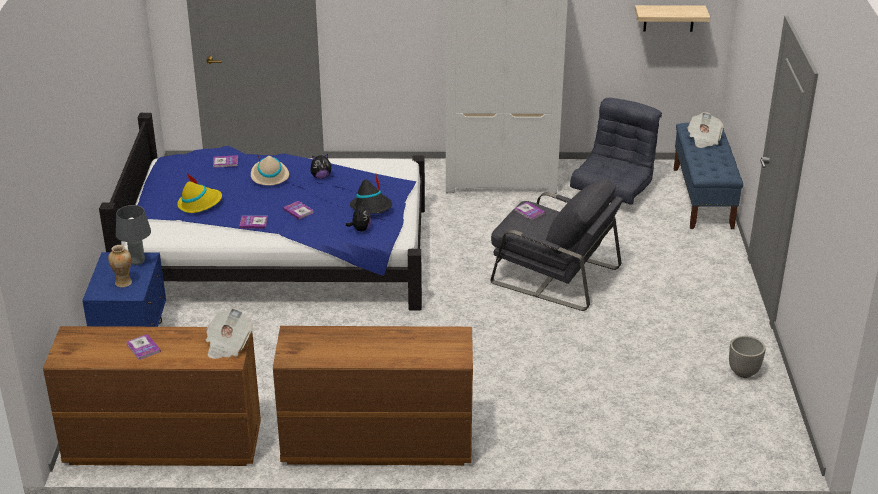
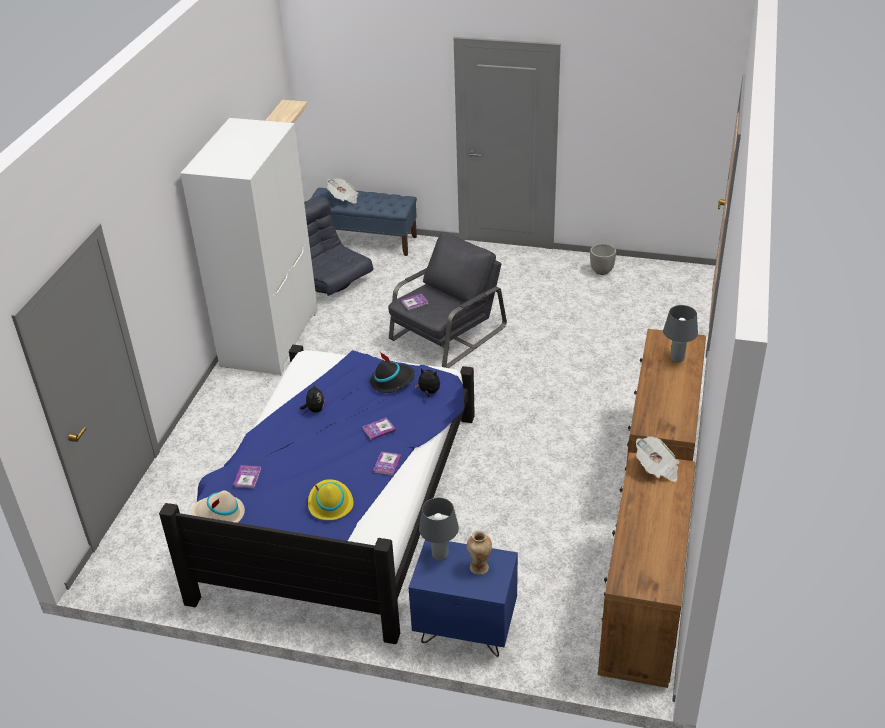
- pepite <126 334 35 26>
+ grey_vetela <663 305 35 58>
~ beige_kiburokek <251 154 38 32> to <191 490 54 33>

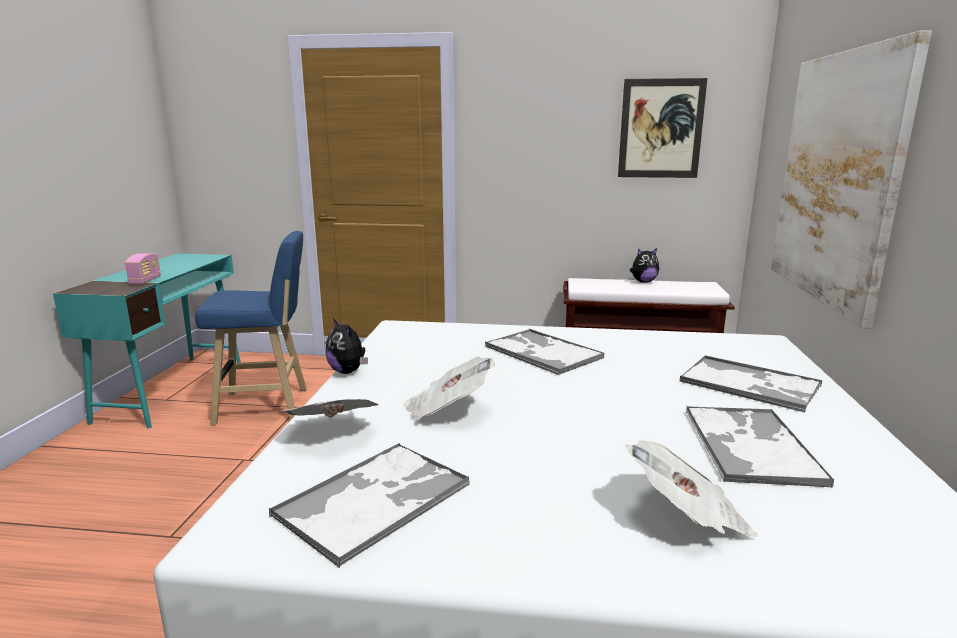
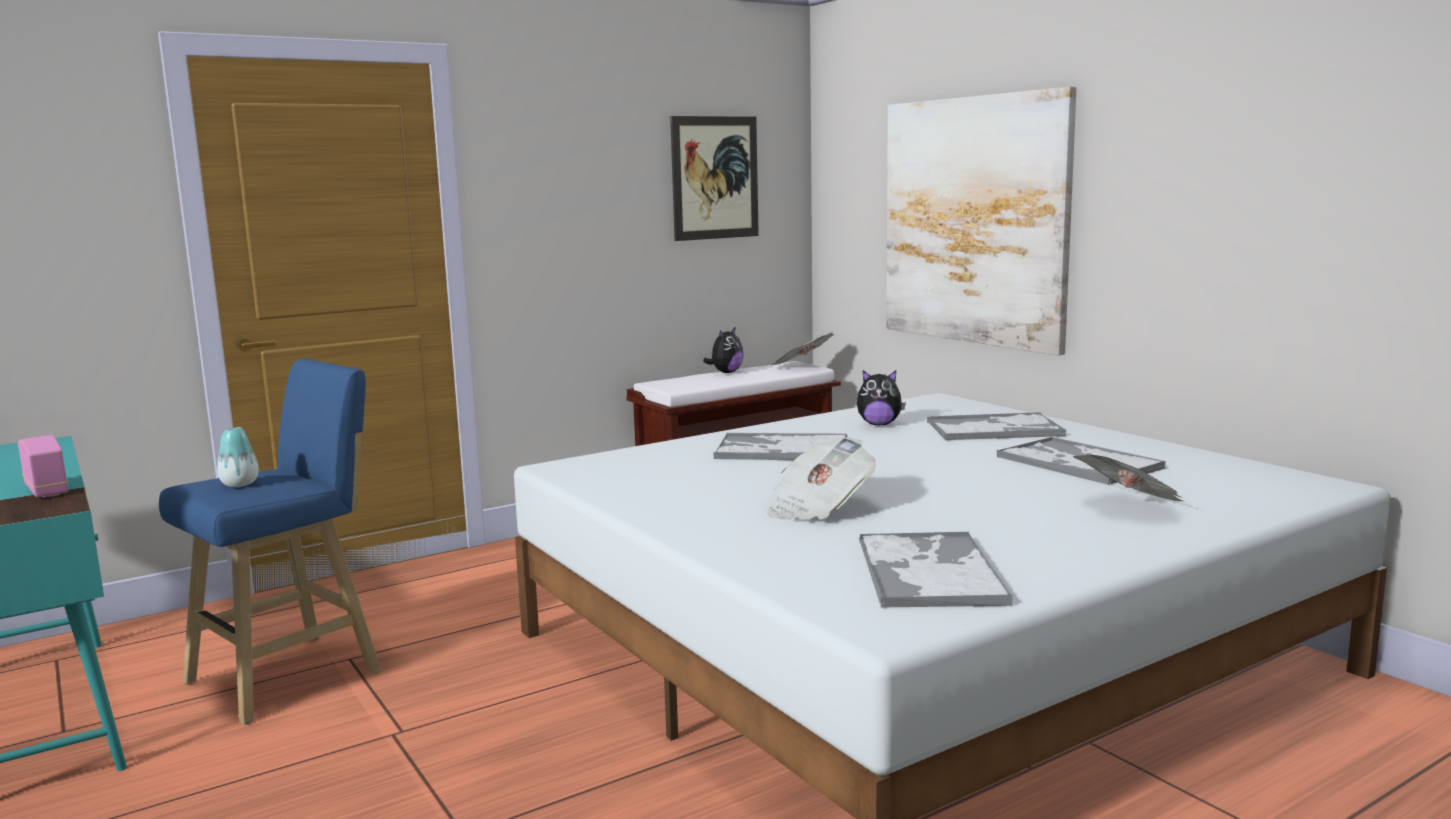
+ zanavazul <217 427 42 60>
~ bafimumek <281 399 97 18> to <771 332 63 33>
~ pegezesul <326 318 42 56> to <857 370 49 55>

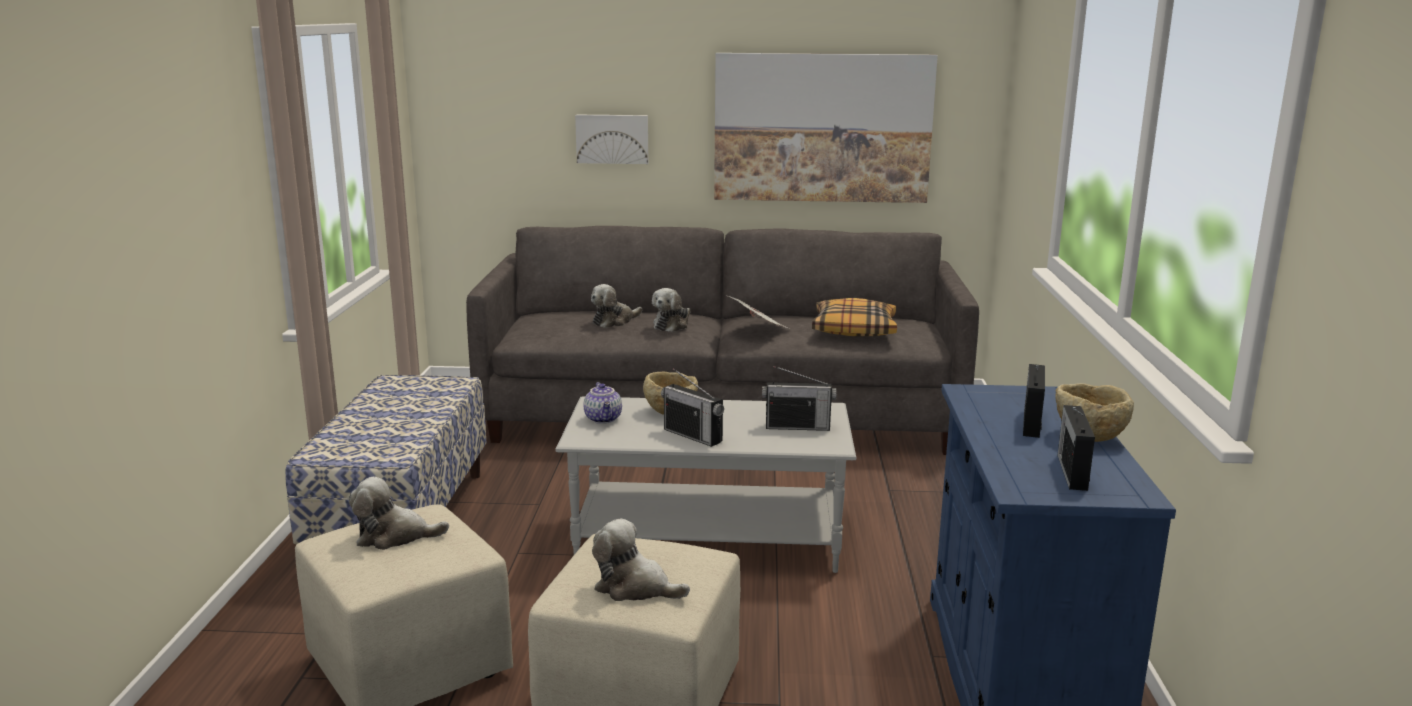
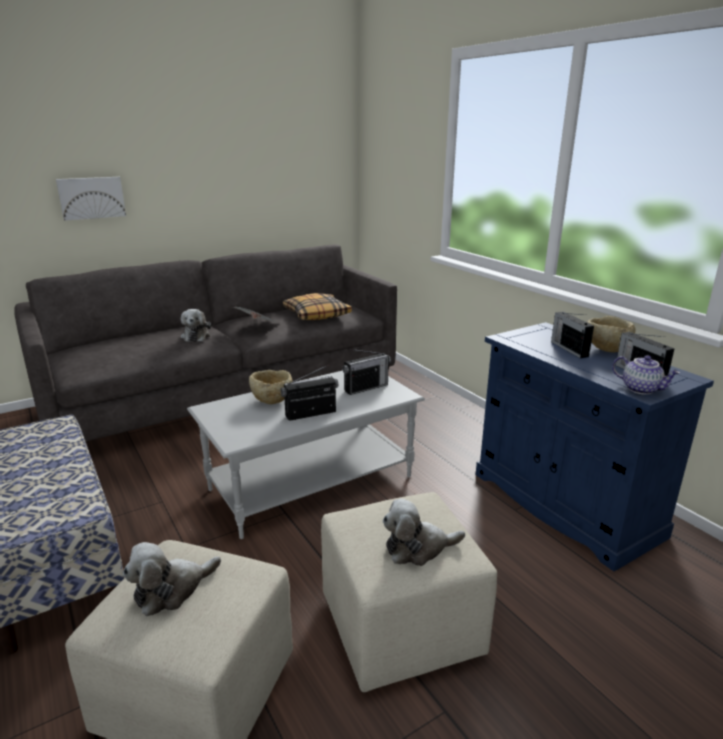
- pegezesul <591 284 51 44>
- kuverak <714 53 224 150>
~ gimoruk <584 382 38 42> to <612 355 68 40>
~ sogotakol <661 368 63 79> = <281 365 57 56> 150 degrees clockwise

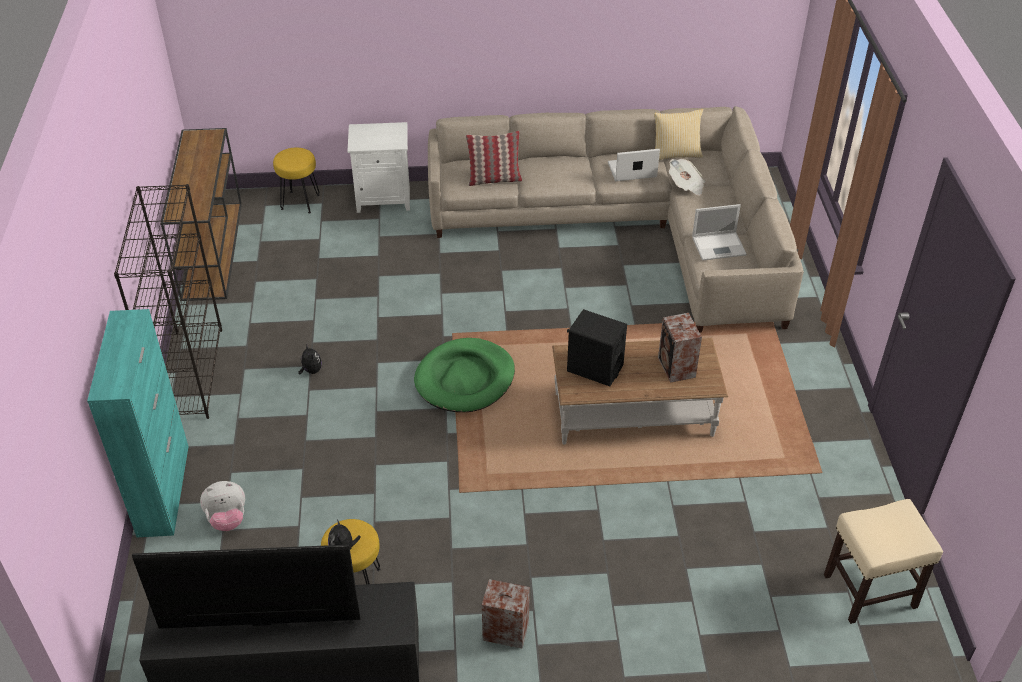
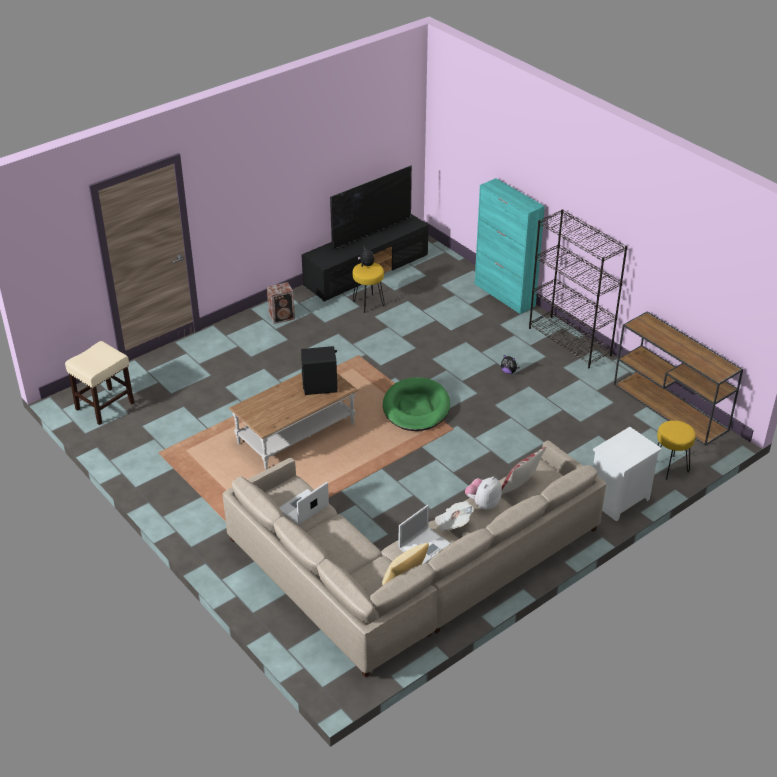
- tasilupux <658 313 44 70>
~ pegezesul <200 481 45 50> to <465 476 37 34>
~ bafimumek <669 159 36 37> to <435 501 39 31>

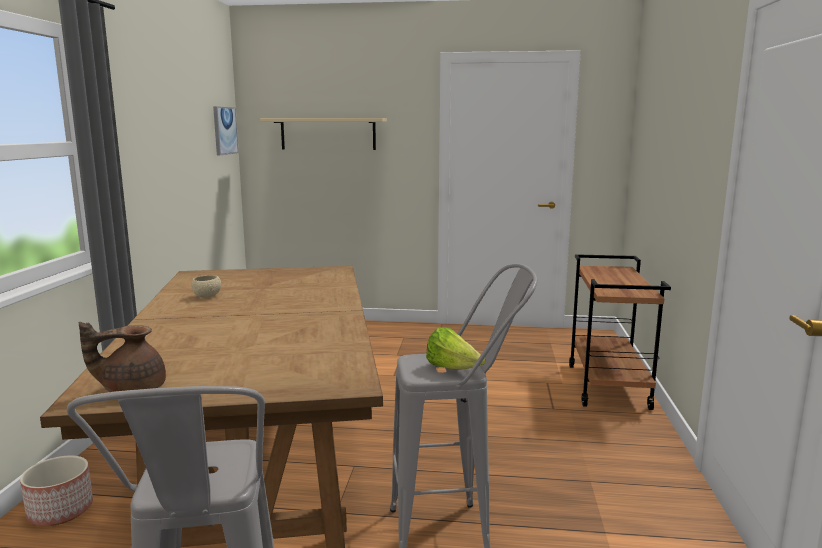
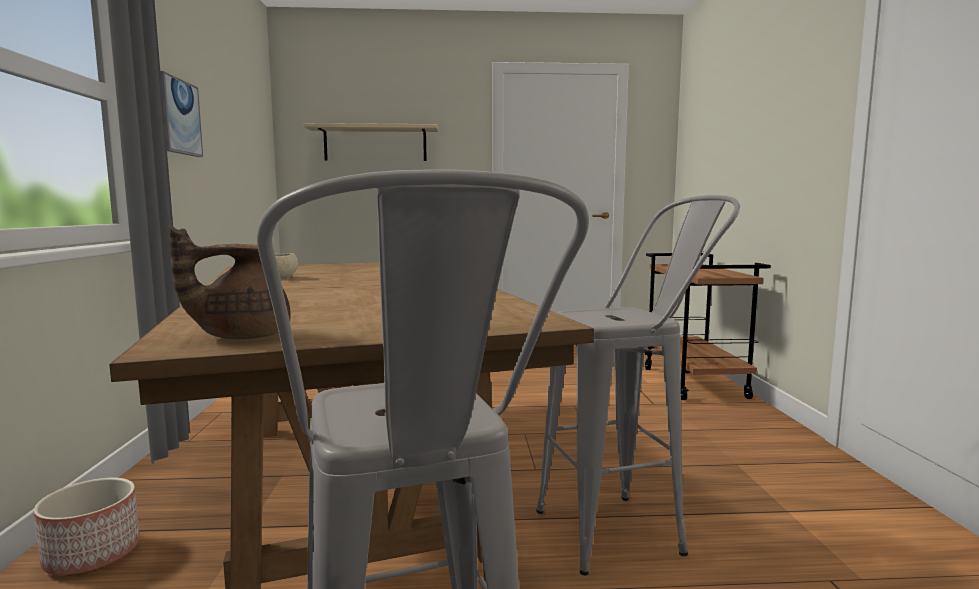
- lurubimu <426 328 59 42>
~ kuverak <213 106 25 49> to <160 71 43 86>

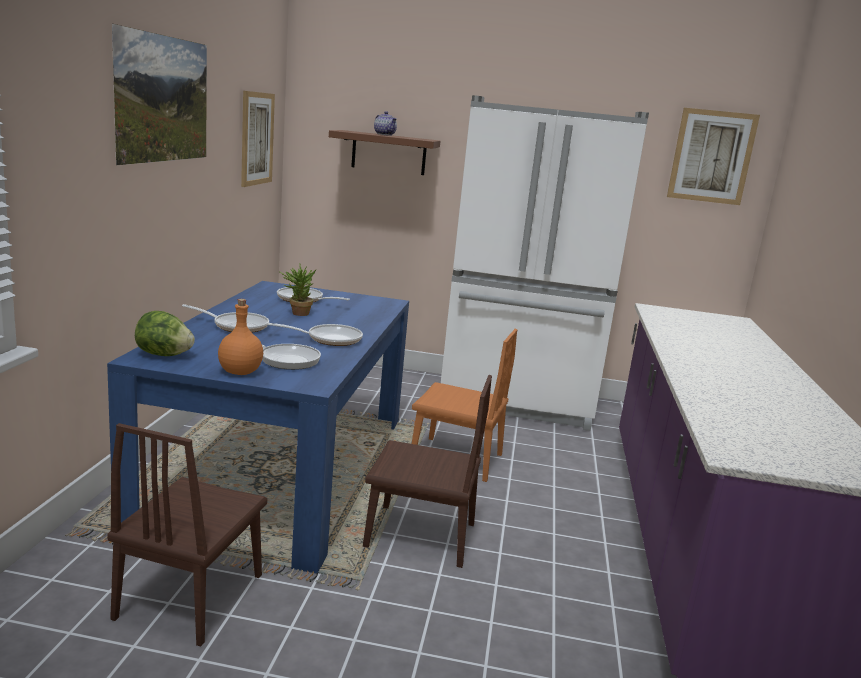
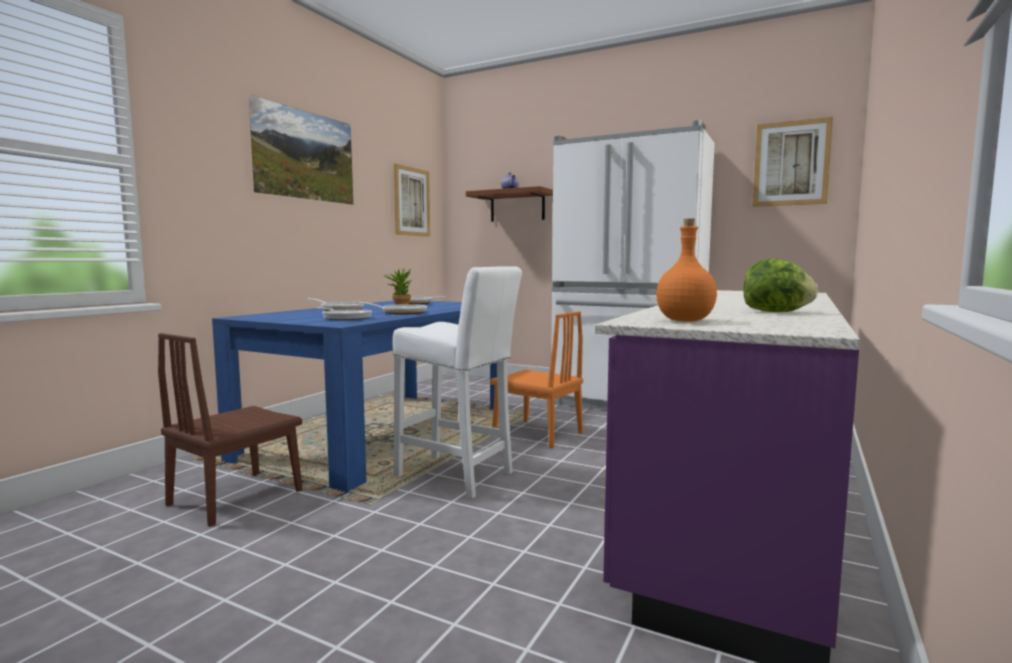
~ lurubimu <135 311 60 45> to <743 258 75 54>
~ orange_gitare <218 299 45 76> to <656 218 61 104>
~ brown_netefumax <363 375 129 193> to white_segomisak <392 266 130 233>

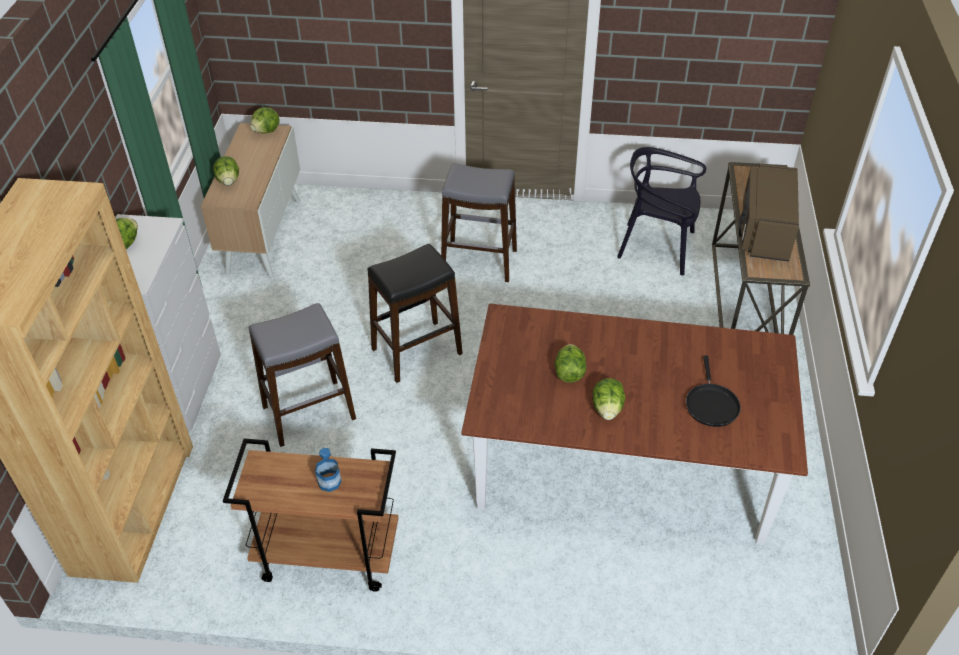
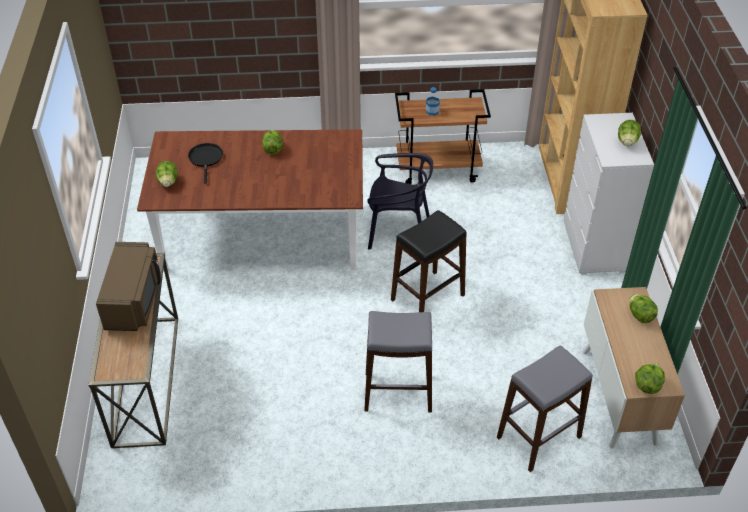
~ grey_segomisak <248 303 108 144> to <497 345 96 127>
~ lurubimu <554 344 33 39> to <156 161 22 26>
~ black_netefumax <617 147 89 129> to <367 153 66 96>

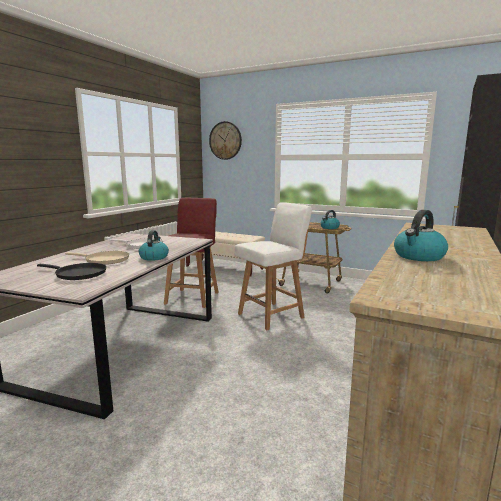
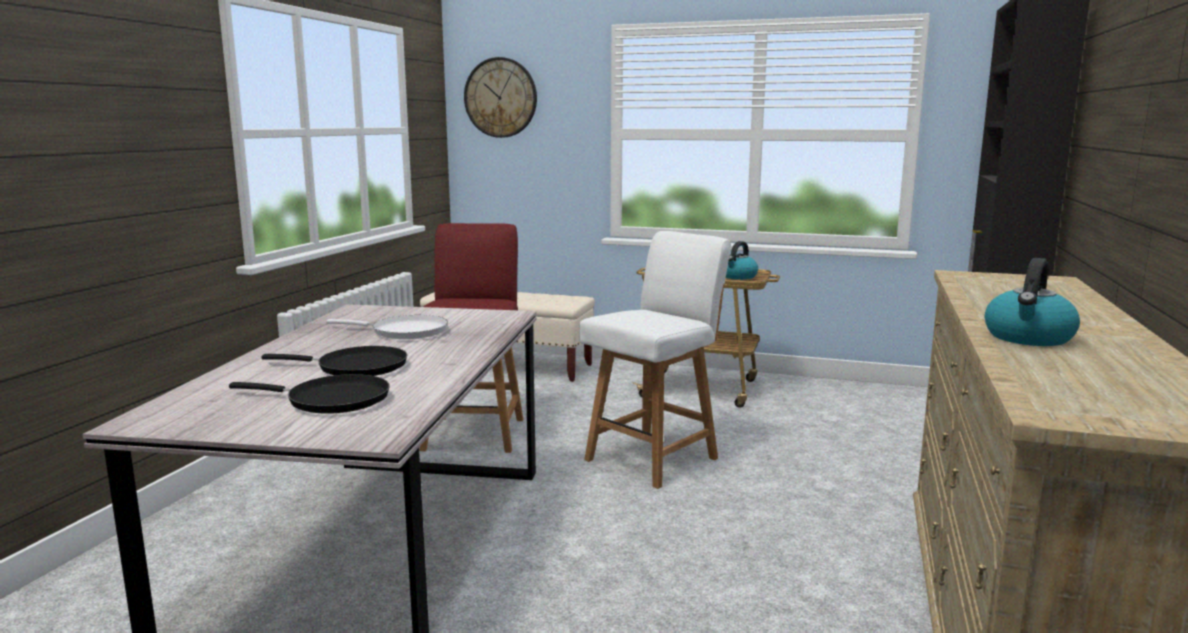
- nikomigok <139 230 30 31>
~ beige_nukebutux <65 251 64 14> to black_nukebutux <261 346 146 30>

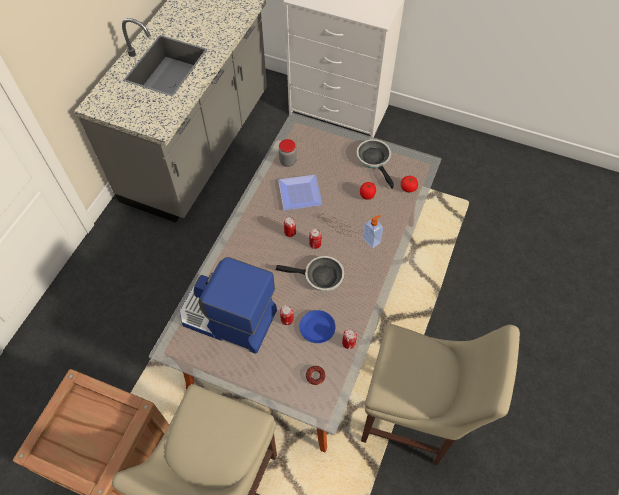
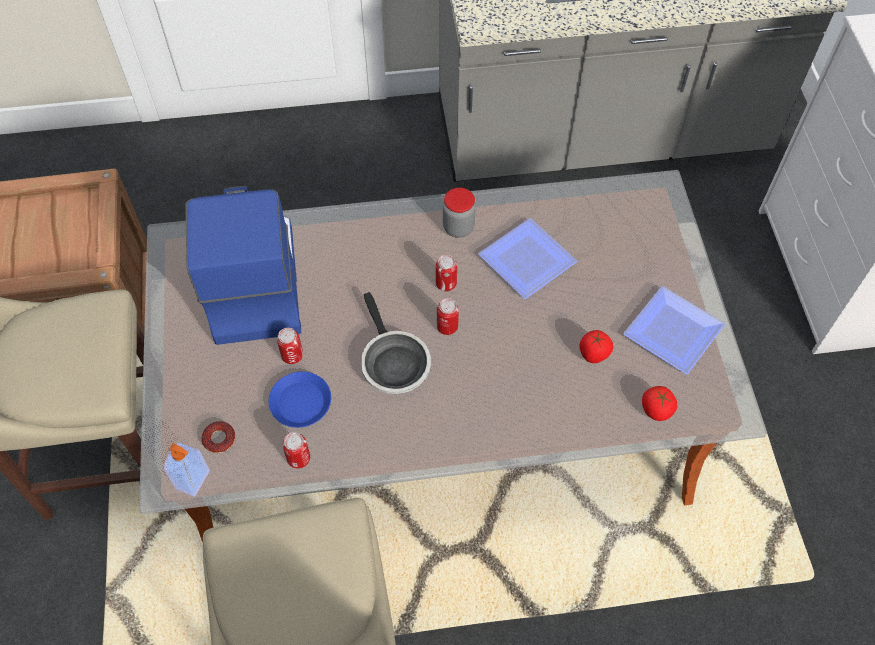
~ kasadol <279 139 18 28> to <443 188 33 50>
~ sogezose <362 215 21 33> to <164 442 46 55>
~ nukebutux <357 139 37 50> to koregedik <623 286 102 88>

